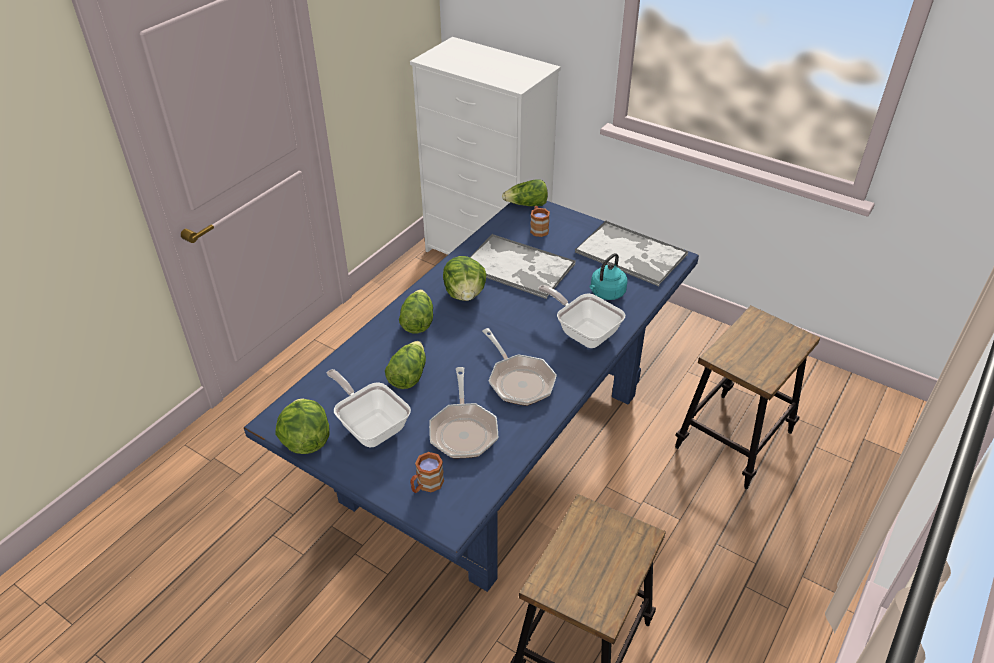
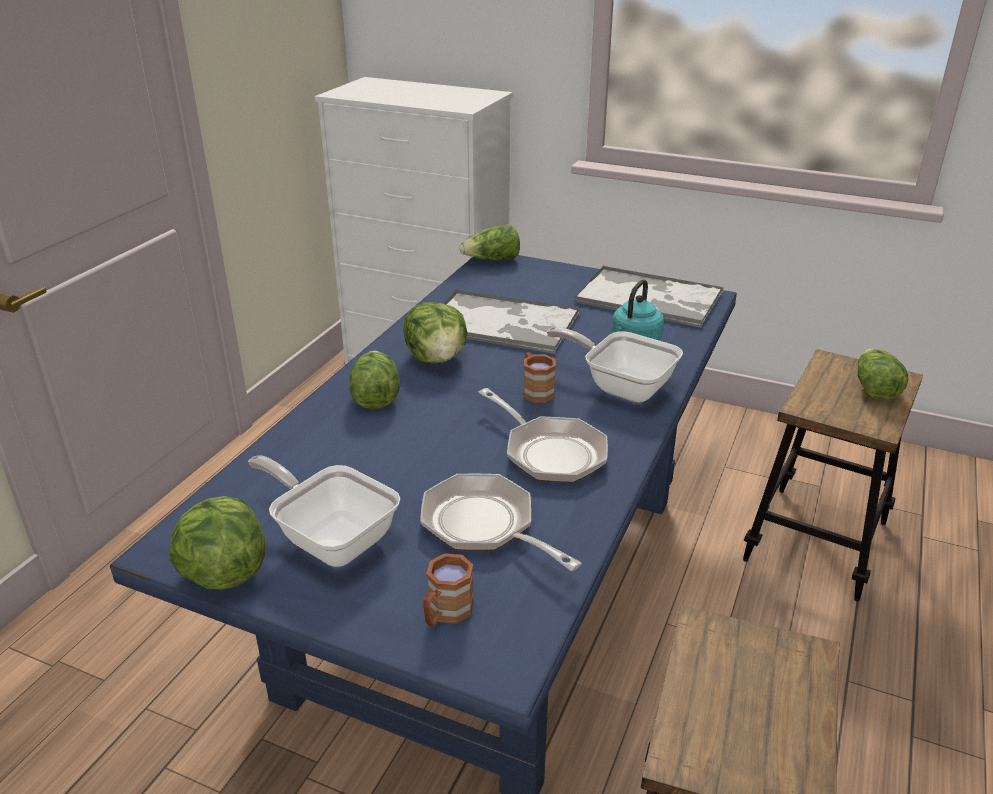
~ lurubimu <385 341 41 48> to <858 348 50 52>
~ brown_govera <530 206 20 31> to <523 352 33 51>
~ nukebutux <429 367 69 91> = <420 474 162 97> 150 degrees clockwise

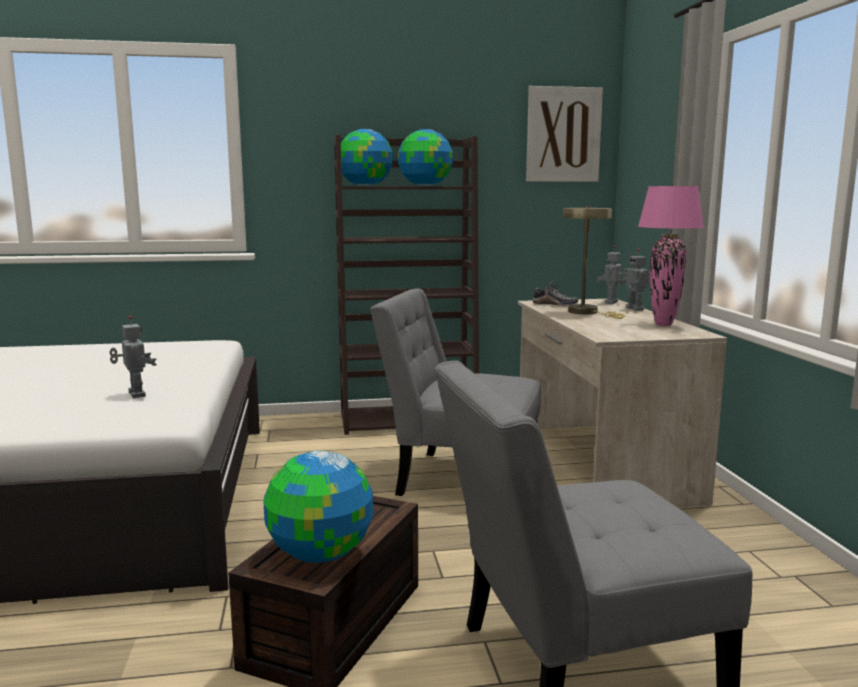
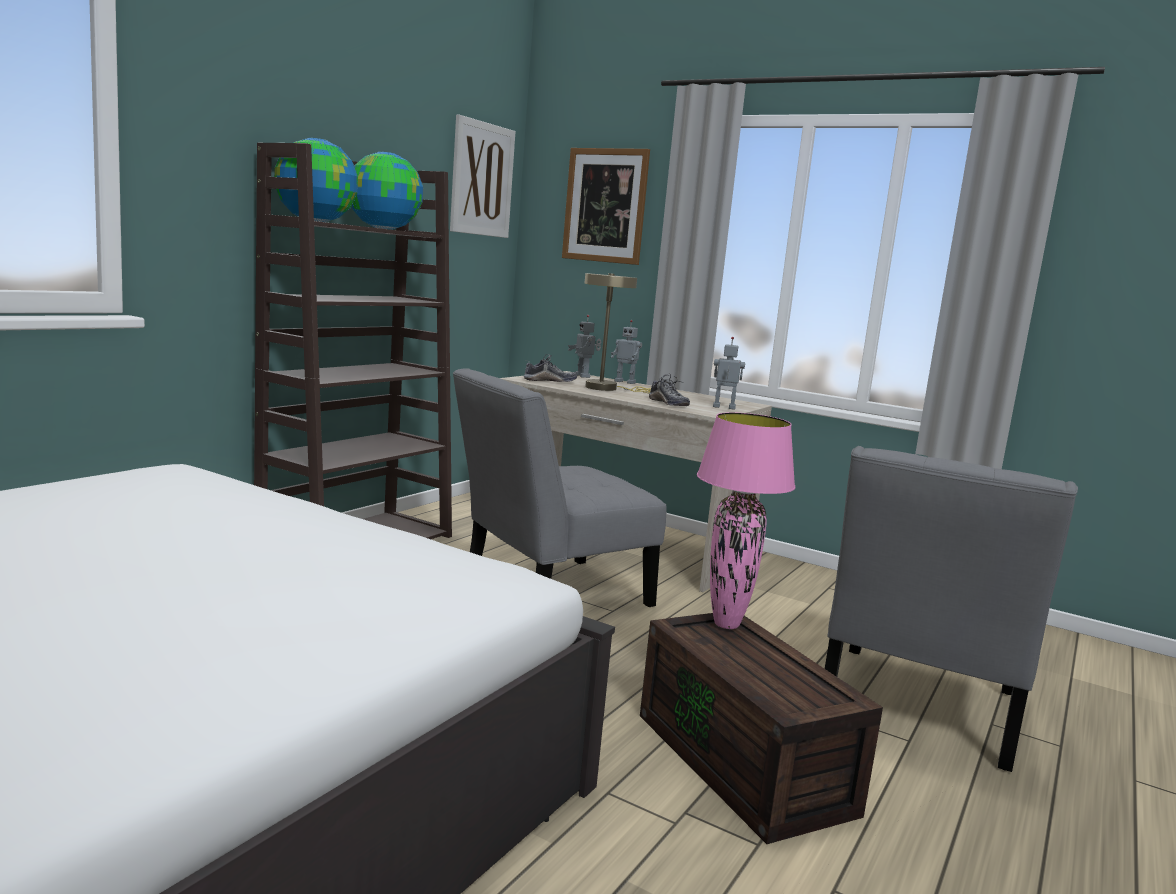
- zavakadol <263 451 110 112>
+ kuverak <562 148 88 117>
+ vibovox <649 374 41 32>
~ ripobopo <109 316 48 82> to <713 337 32 73>
~ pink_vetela <638 186 66 140> to <697 412 98 217>

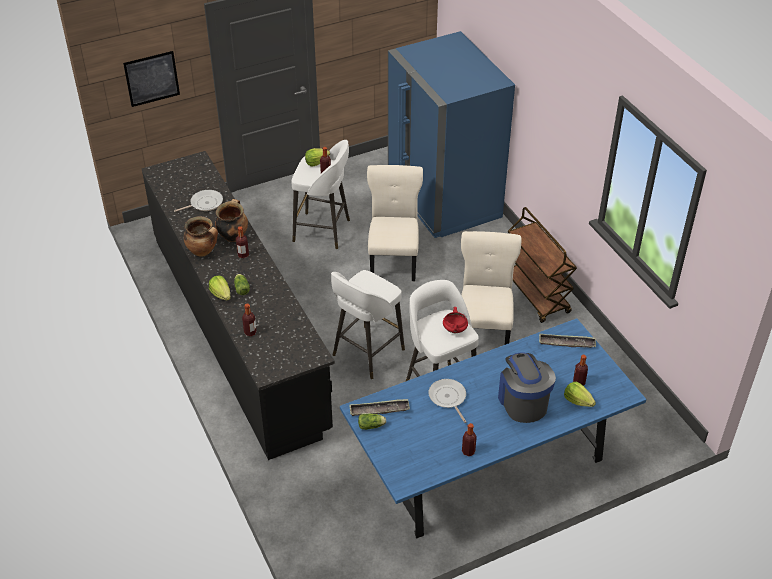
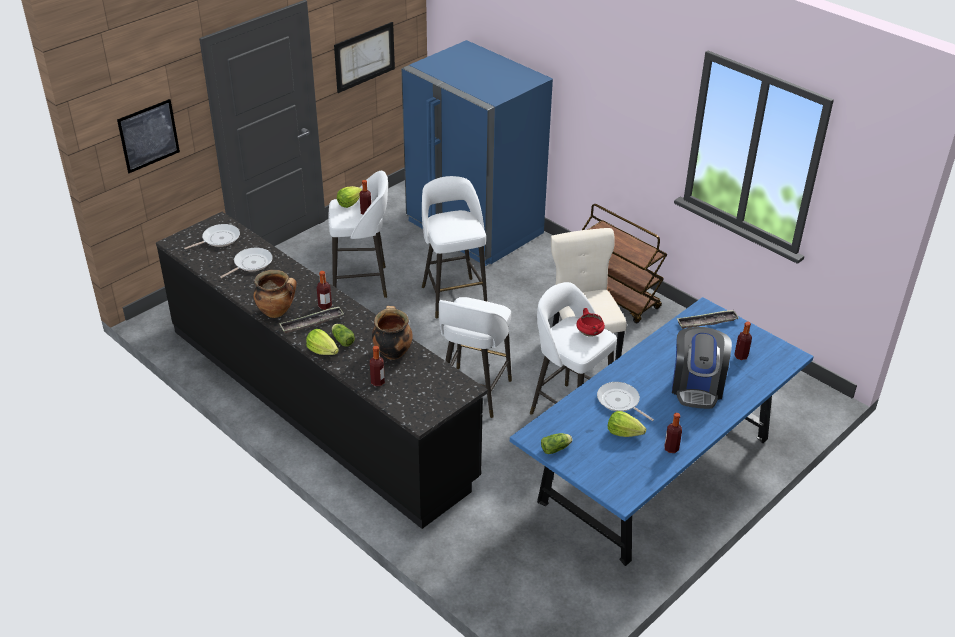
+ nukebutux <184 224 56 25>
+ kuverak <334 22 61 71>
~ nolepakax <215 199 33 43> to <372 306 41 54>
~ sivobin <349 399 61 17> to <279 307 65 27>
~ lurubimu <564 382 32 25> to <608 411 38 26>
~ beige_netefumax <367 165 56 116> to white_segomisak <422 176 65 143>
~ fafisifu <498 352 58 71> = <672 327 60 82> 135 degrees counterclockwise

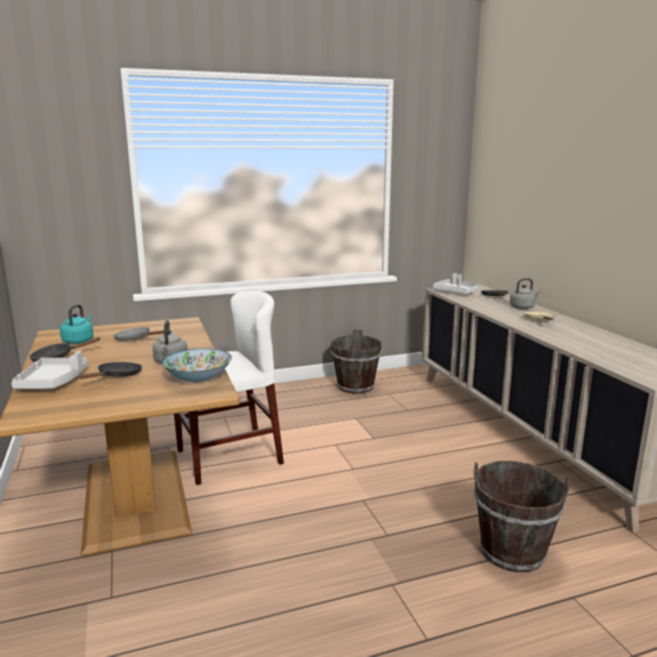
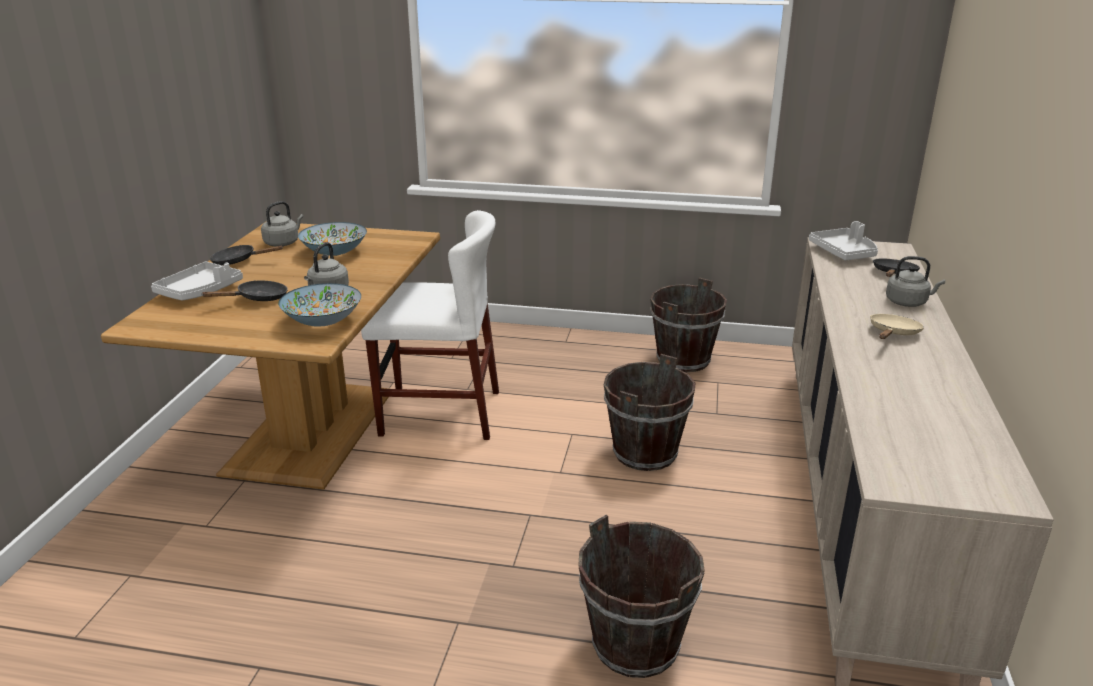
+ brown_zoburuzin <604 354 91 117>
~ grey_nukebutux <113 327 51 14> to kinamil <298 222 69 34>
~ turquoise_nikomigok <60 304 33 40> to grey_nikomigok <261 201 42 45>

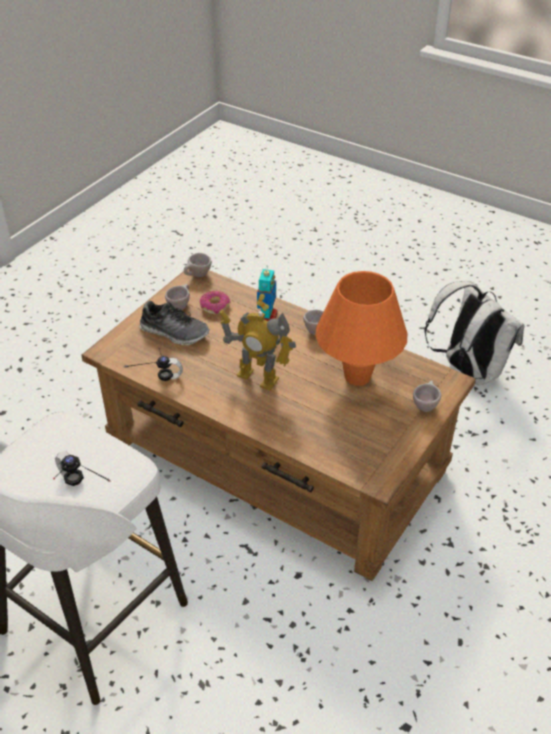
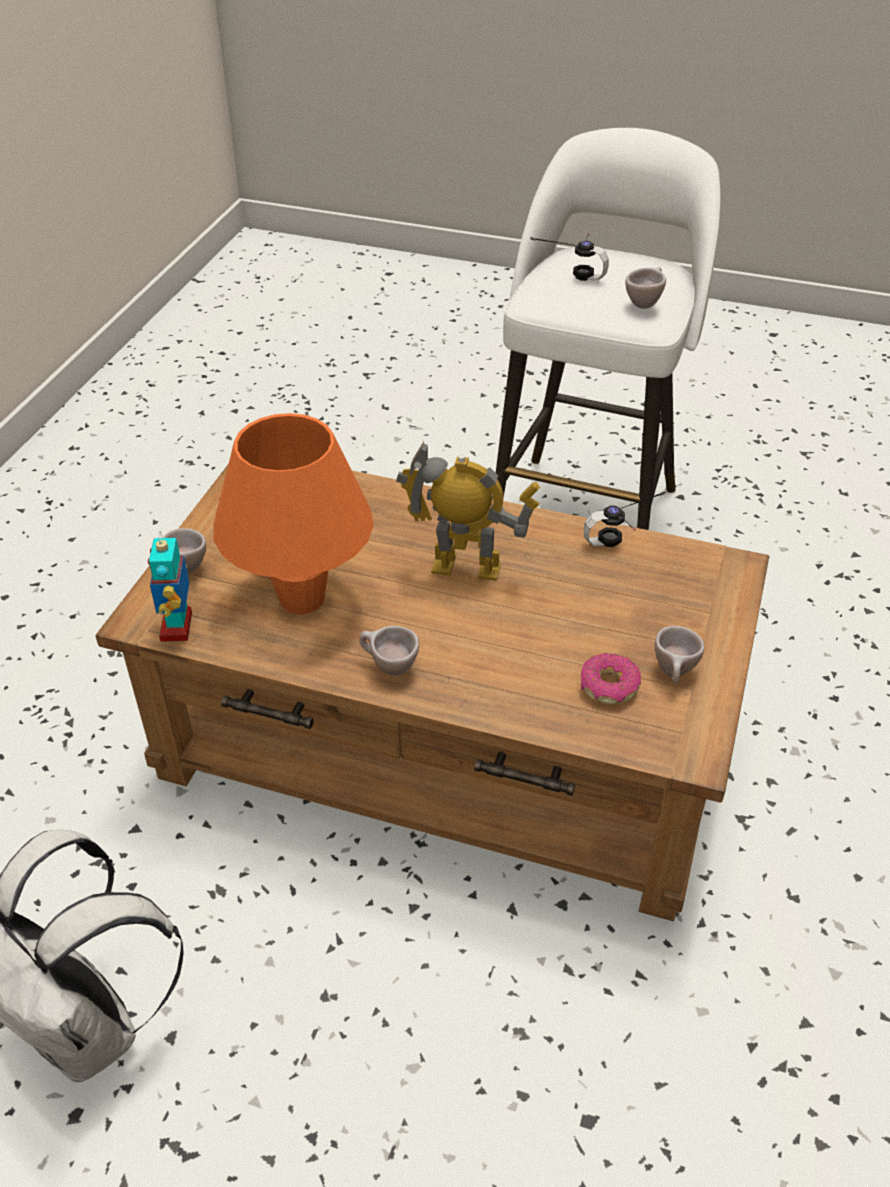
- vibovox <140 301 69 44>
~ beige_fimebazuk <184 253 27 24> to <625 267 41 42>
~ ripobopo <257 266 21 55> to <148 531 44 111>

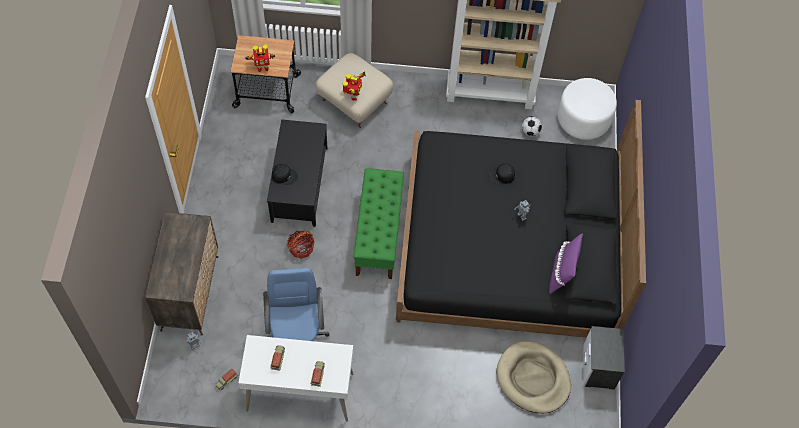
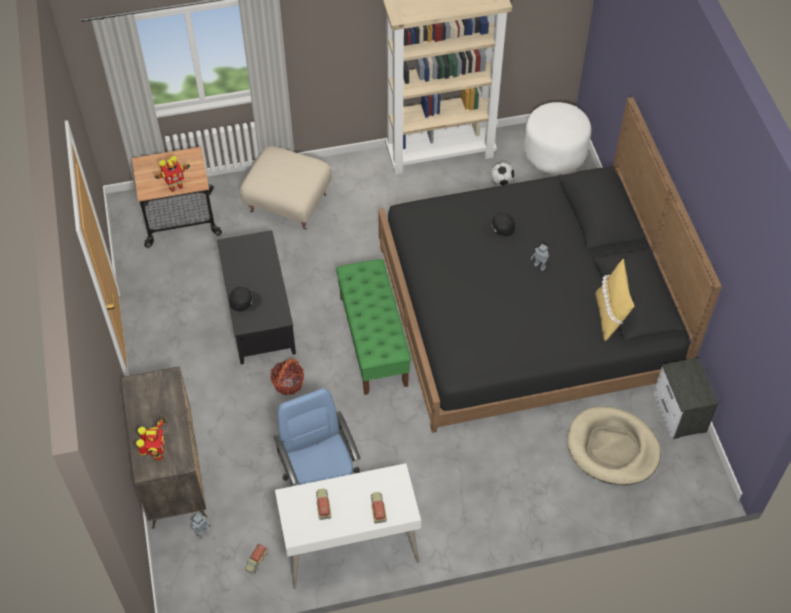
~ ripobopo <343 71 23 30> to <136 417 31 44>
~ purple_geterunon <549 233 34 61> to yellow_geterunon <596 259 38 82>

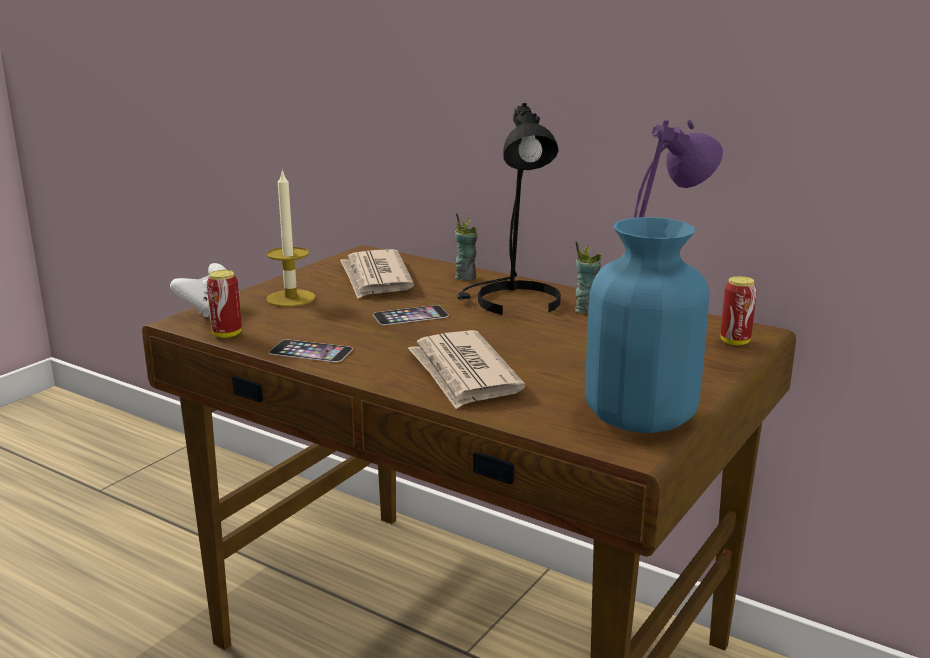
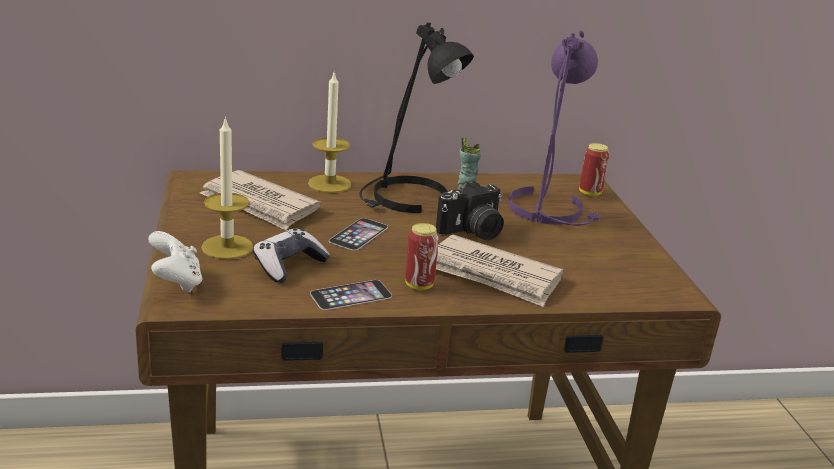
- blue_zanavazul <585 217 124 216>
+ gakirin <253 229 77 54>
+ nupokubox <436 181 68 59>
~ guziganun <207 270 35 68> to <405 223 34 67>
~ fimebazuk <455 213 23 68> to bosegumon <308 73 43 120>

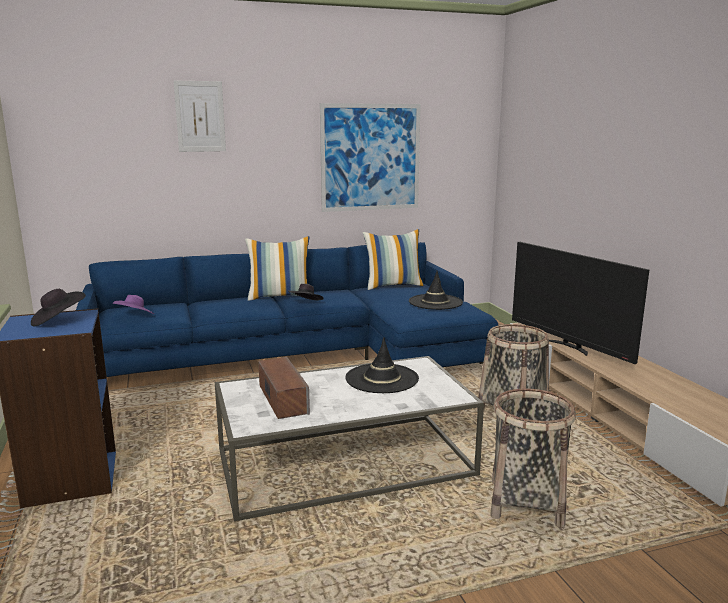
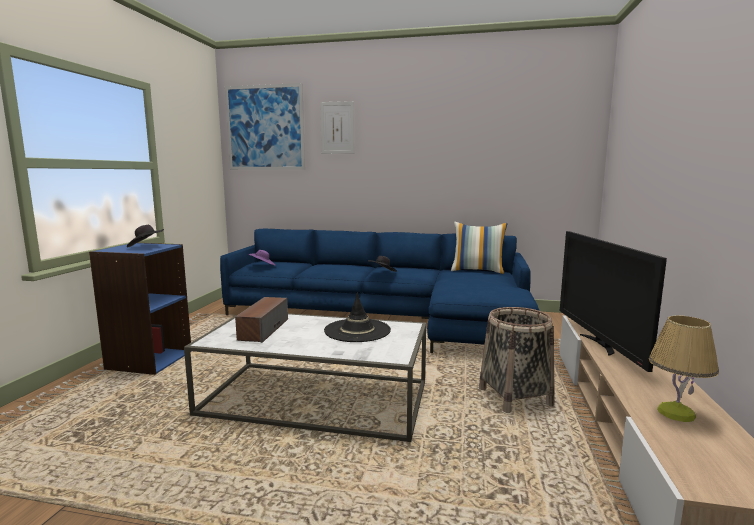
- geterunon <245 236 64 64>
- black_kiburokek <409 271 54 39>
- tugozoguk <490 388 86 139>
+ vetela <649 315 70 107>
~ kuverak <320 103 101 109> to <225 83 80 87>

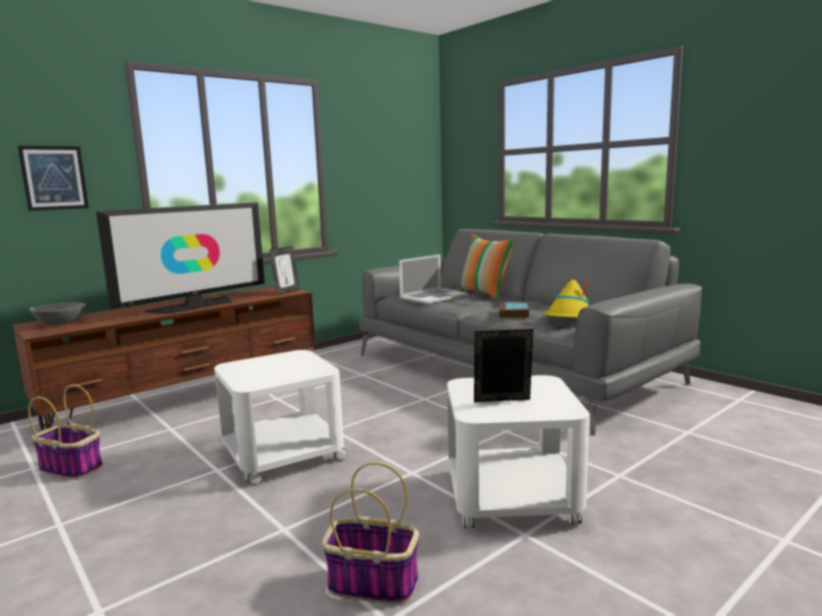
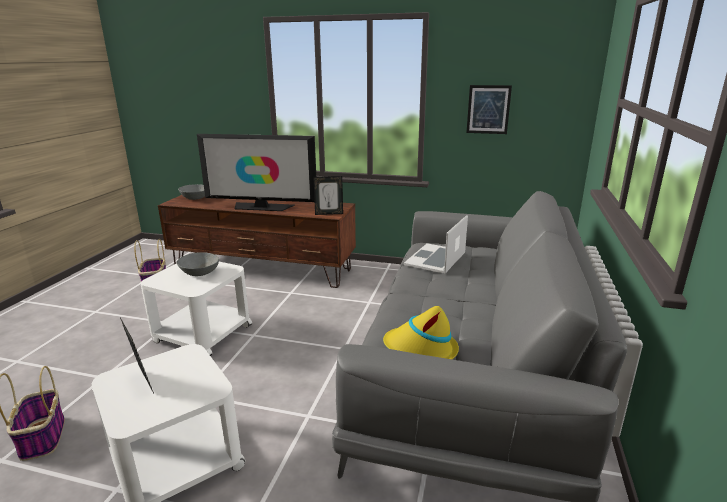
- geterunon <458 234 57 66>
- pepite <499 302 30 16>
+ grey_kinamil <177 252 42 24>
~ kuverak <18 146 71 65> to <466 85 46 49>
~ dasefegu <399 254 69 50> = <404 215 64 59> 105 degrees clockwise

